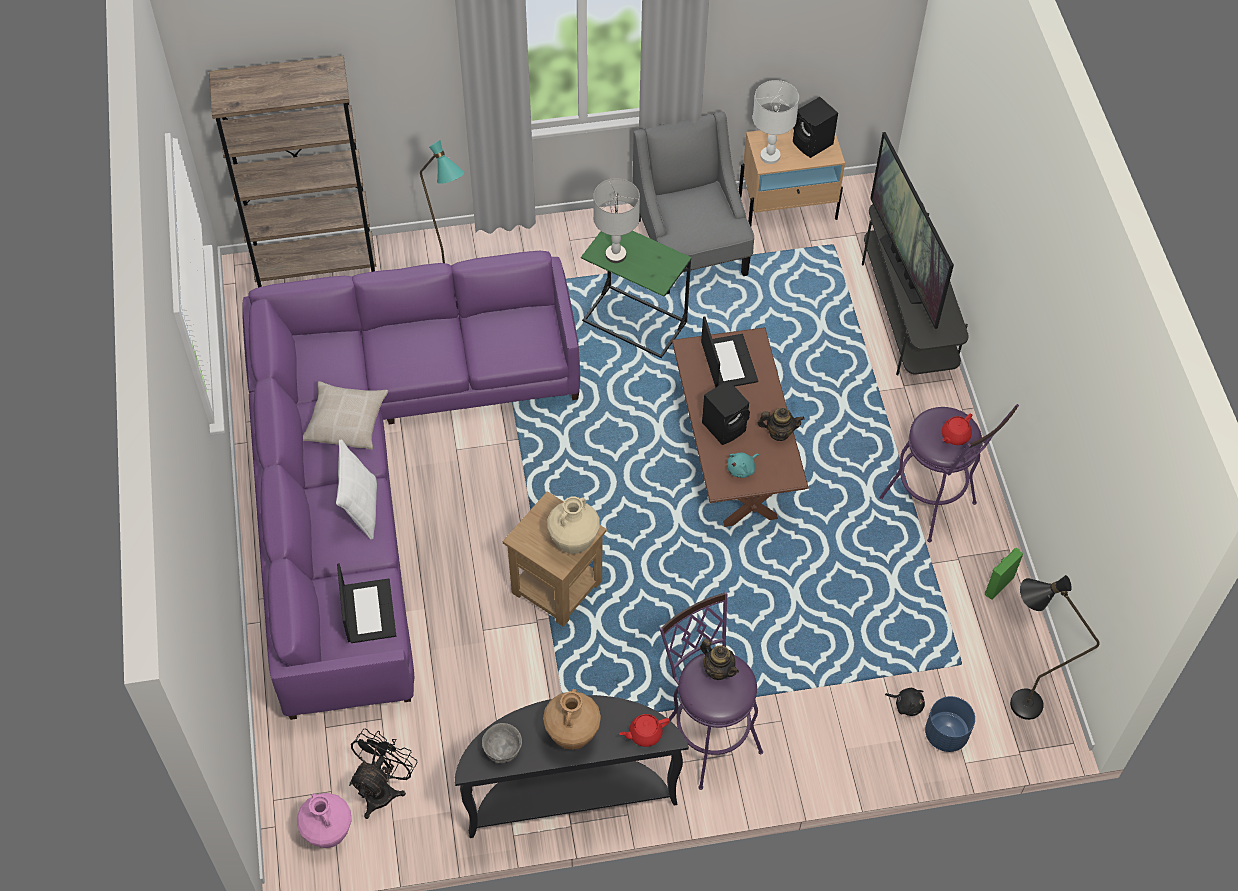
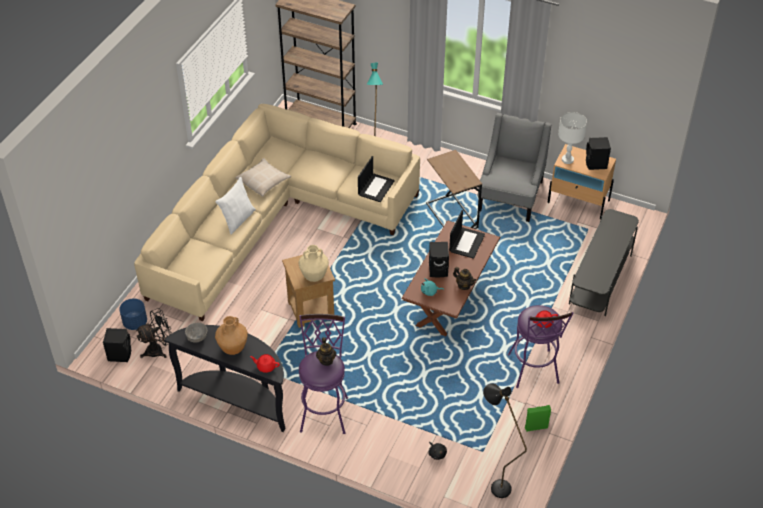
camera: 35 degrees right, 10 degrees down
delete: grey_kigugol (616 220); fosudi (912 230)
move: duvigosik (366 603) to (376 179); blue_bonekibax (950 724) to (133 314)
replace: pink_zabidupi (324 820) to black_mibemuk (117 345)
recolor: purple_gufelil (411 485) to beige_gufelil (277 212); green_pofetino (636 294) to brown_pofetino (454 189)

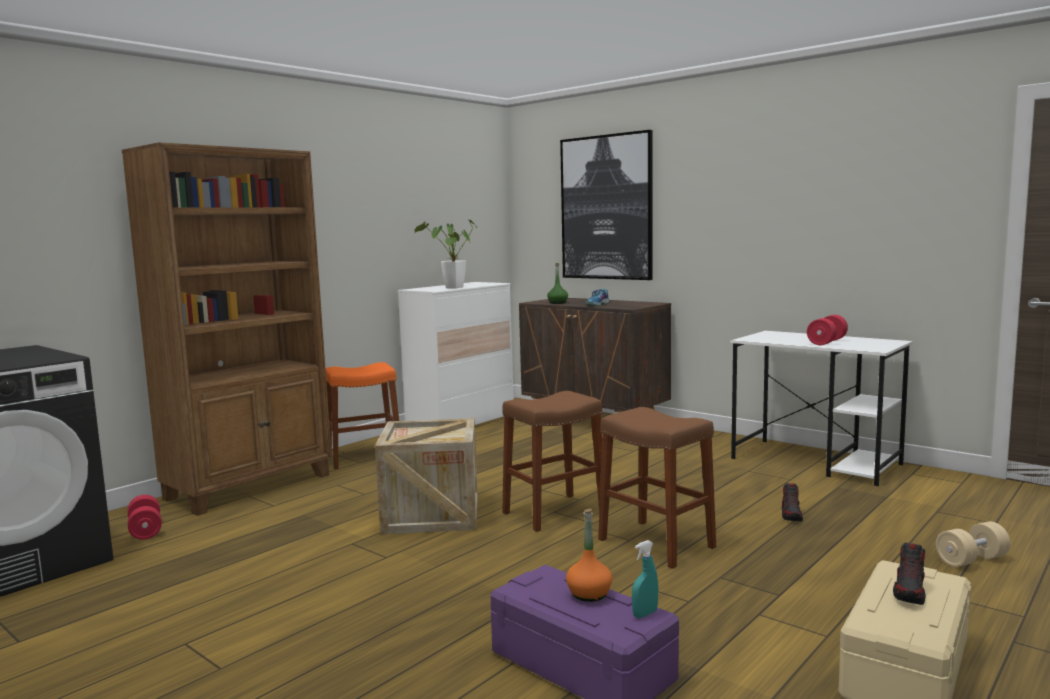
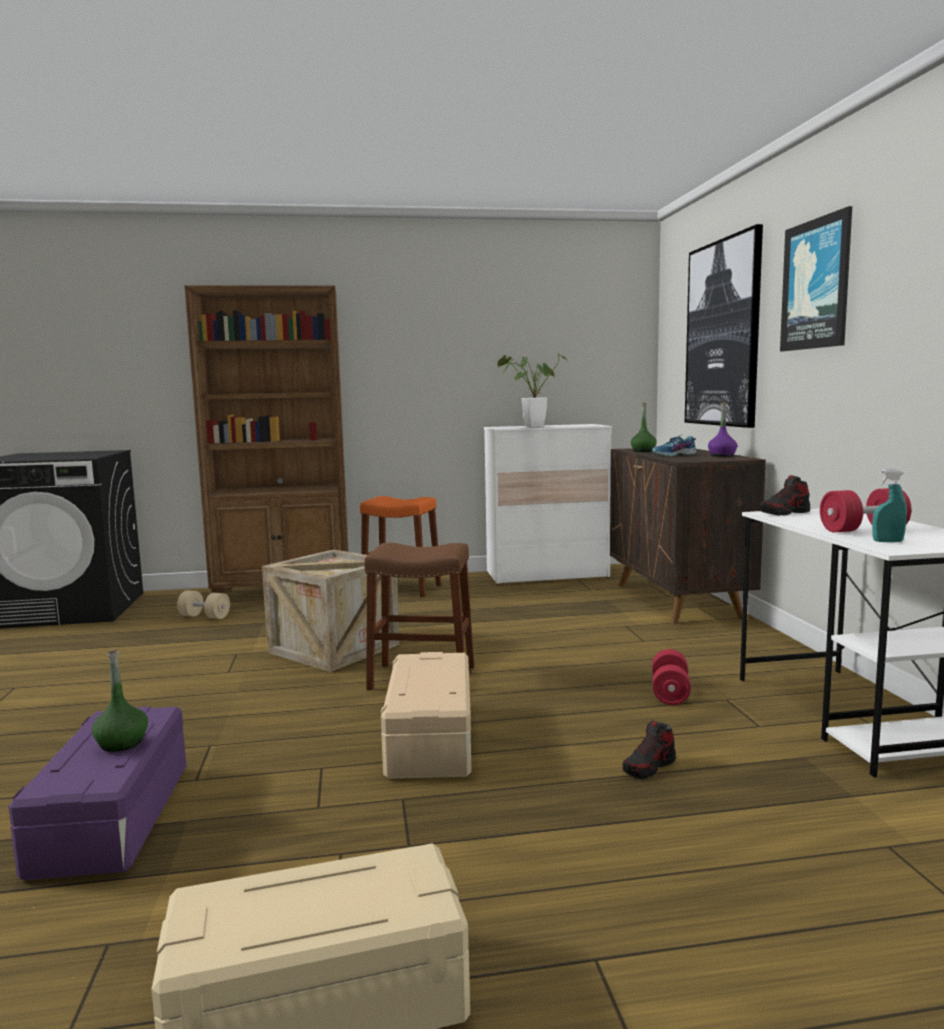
camera: 40 degrees right, 0 degrees up
insert: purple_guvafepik (722 429); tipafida (816 278)
move: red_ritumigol (145 517) to (671 677); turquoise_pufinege (645 579) to (889 505); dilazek (909 573) to (785 495); beige_ritumigol (973 544) to (203 605)
replace: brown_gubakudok (657 488) to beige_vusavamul (426 715)
recolor: orange_guvafepik (589 555) to green_guvafepik (120 700)

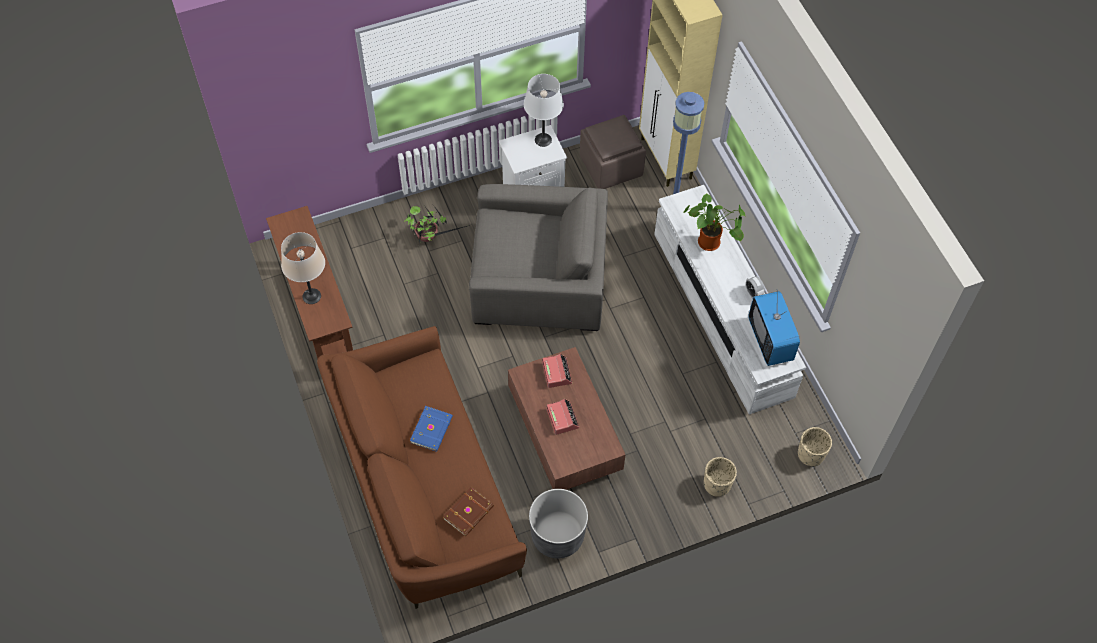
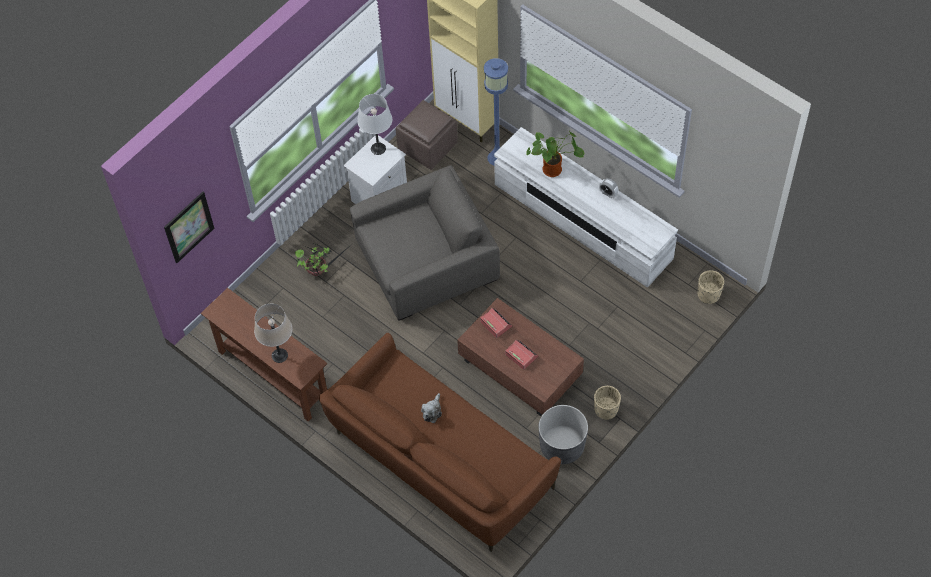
camera: 25 degrees left, 0 degrees up
delete: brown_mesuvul (468 512); fosudi (774 327)
insert: tipafida (189 227)
move: beige_bonekibax (720 477) to (607 403)
replace: blue_mesuvul (431 429) to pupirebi (431 408)

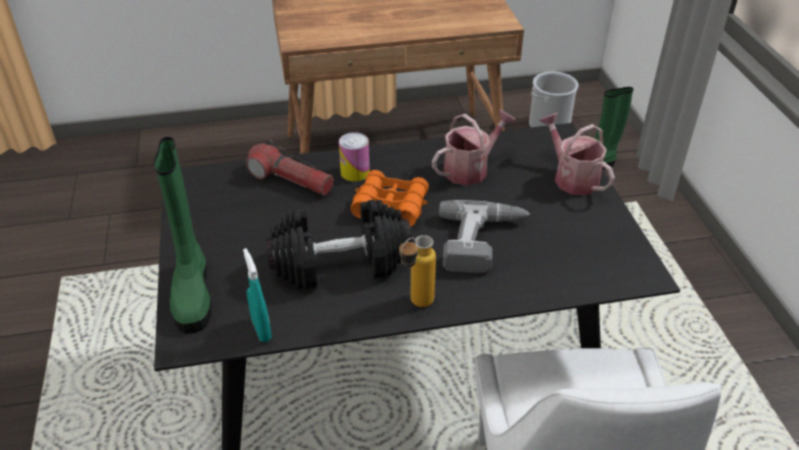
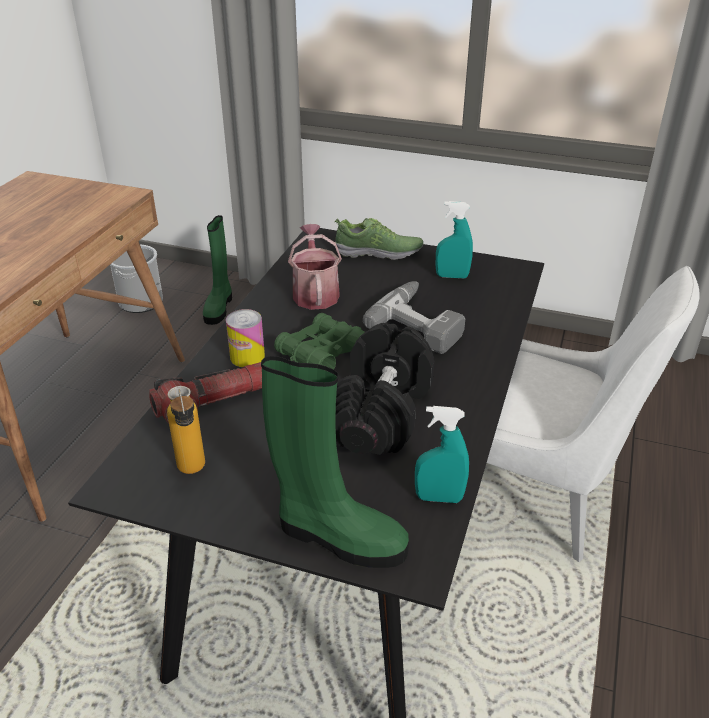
camera: 60 degrees left, 5 degrees down
insert: turquoise_pufinege (454 239)
move: guvafepik (417 271) to (186 430)
replace: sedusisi (577 154) to dilazek (379 239)
recolor: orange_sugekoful (390 198) to green_sugekoful (319 341)

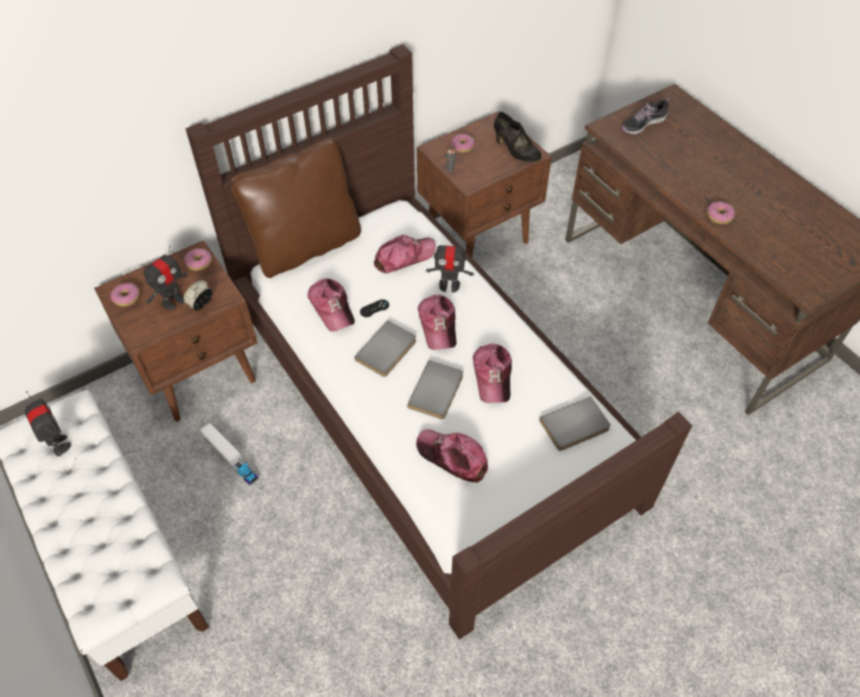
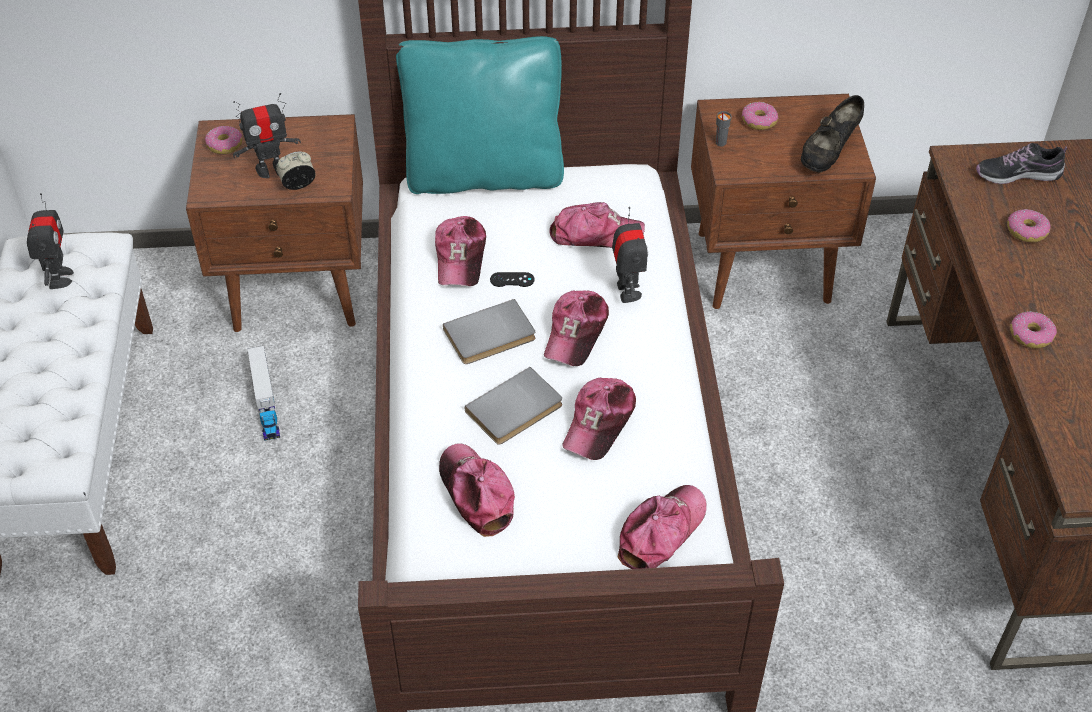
camera: 30 degrees right, 5 degrees down
move: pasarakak (198 259) to (1028 226)
replace: grey_mesuvul (575 424) to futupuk (662 527)
recolor: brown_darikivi (296 208) to turquoise_darikivi (480 115)
rotate: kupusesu (450 266) = (630 255) 135 degrees counterclockwise; black_dilazek (517 137) = (832 133) 45 degrees clockwise

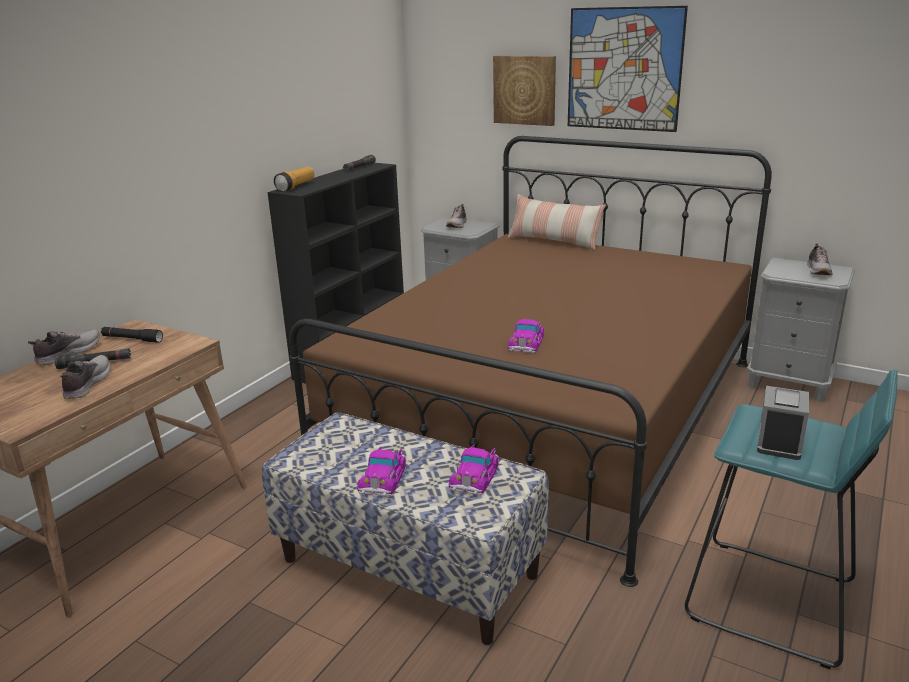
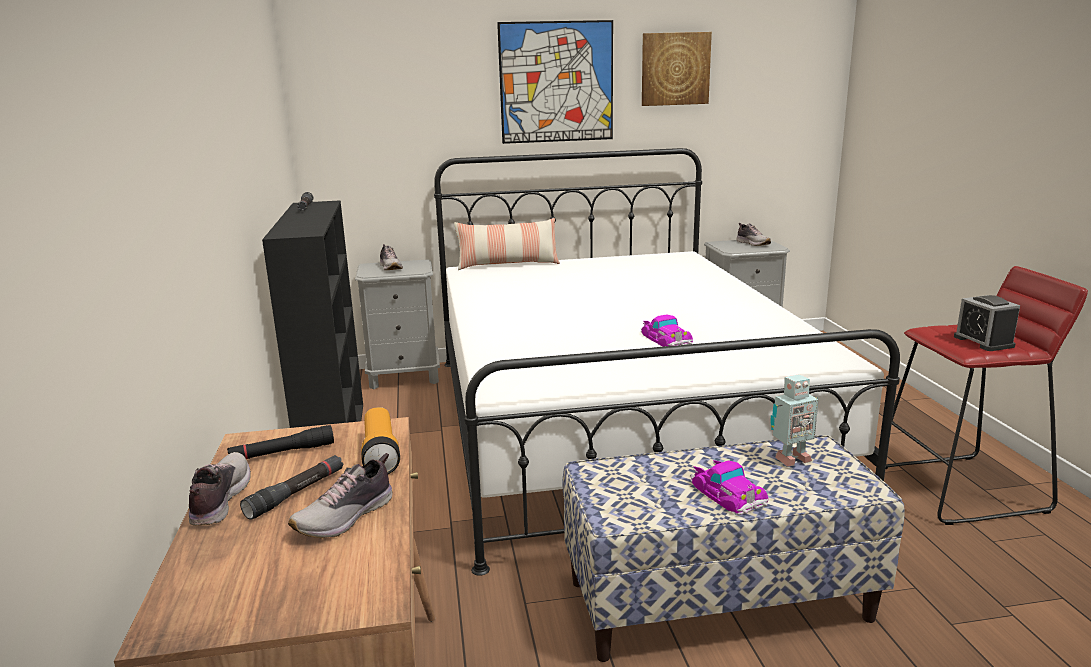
camera: 40 degrees left, 5 degrees down
move: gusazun (294 179) to (380 440); tipafida (524 90) to (677 69)
replace: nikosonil (474 469) to kupusesu (794 420)
recolor: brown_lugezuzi (530 361) to white_lugezuzi (667 362); turquoise_gubakudok (791 519) to red_gubakudok (987 395)
rotate: dilazek (85 377) = (340 495) 105 degrees counterclockwise

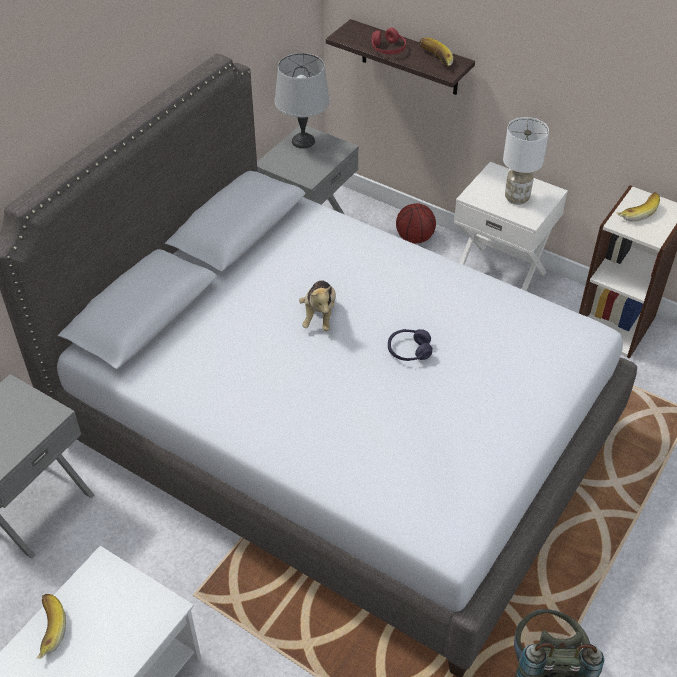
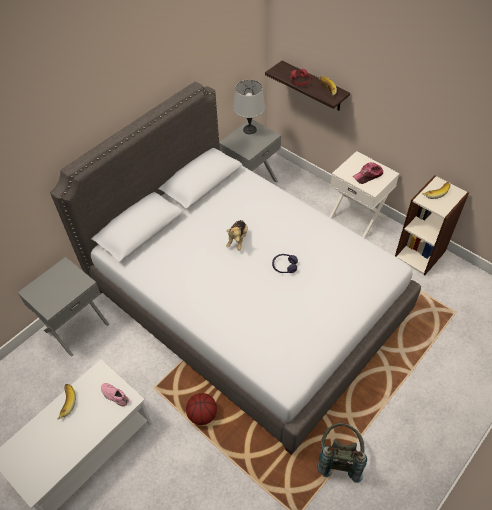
camera: 10 degrees right, 5 degrees up
insert: pink_dilazek (115 395)
move: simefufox (416 223) to (201 409)
replace: white_kigugol (526 161) to futupuk (368 173)

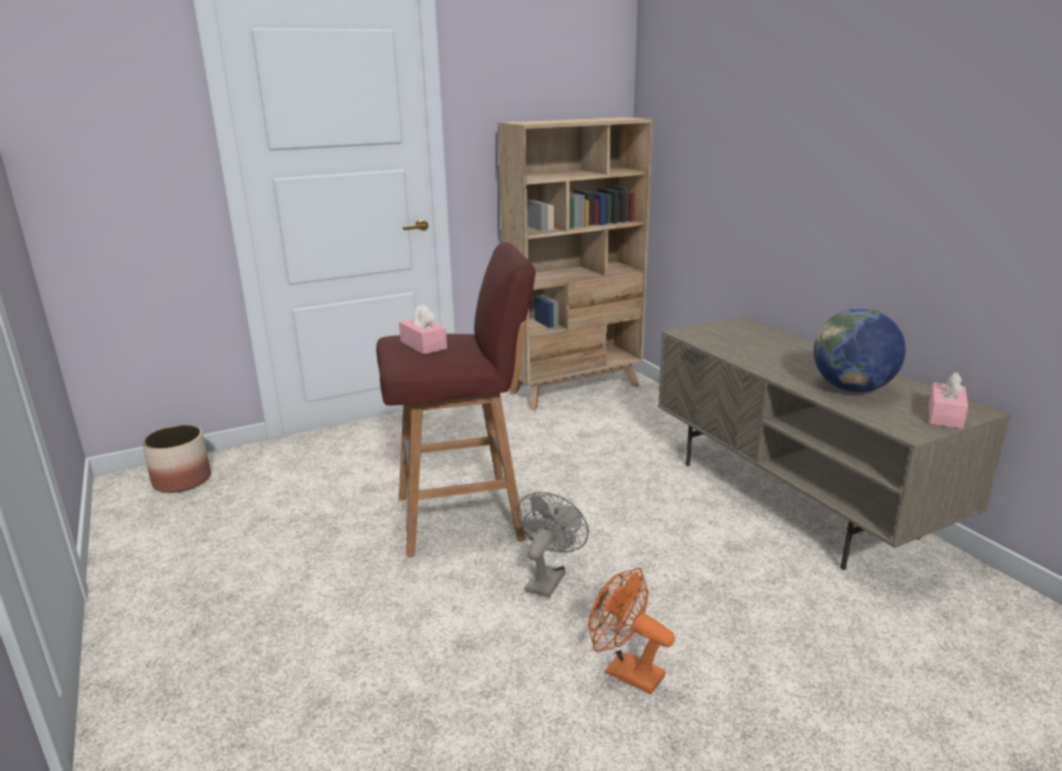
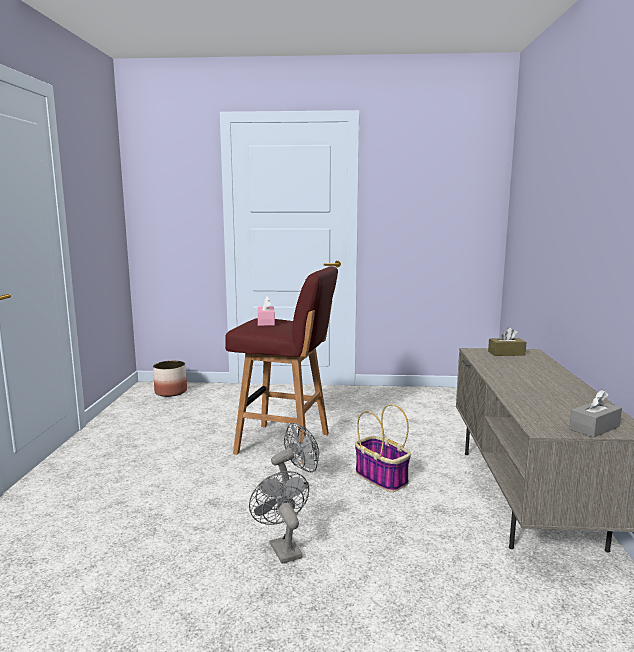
camera: 30 degrees right, 10 degrees down
delete: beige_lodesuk (575 263); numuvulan (860 350)
insert: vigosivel (383 448); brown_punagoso (507 341)
recolor: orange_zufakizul (631 631) to grey_zufakizul (279 517); pink_punagoso (948 400) to grey_punagoso (595 414)

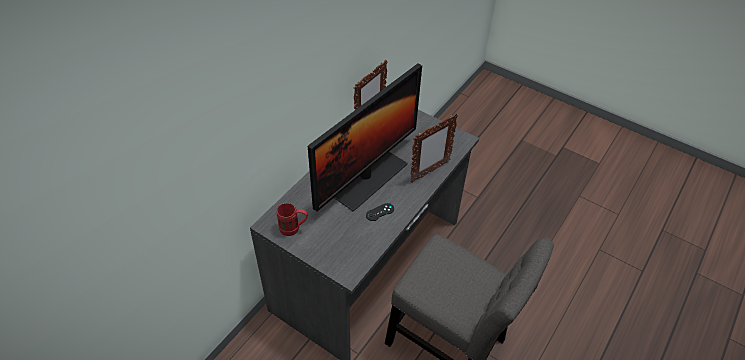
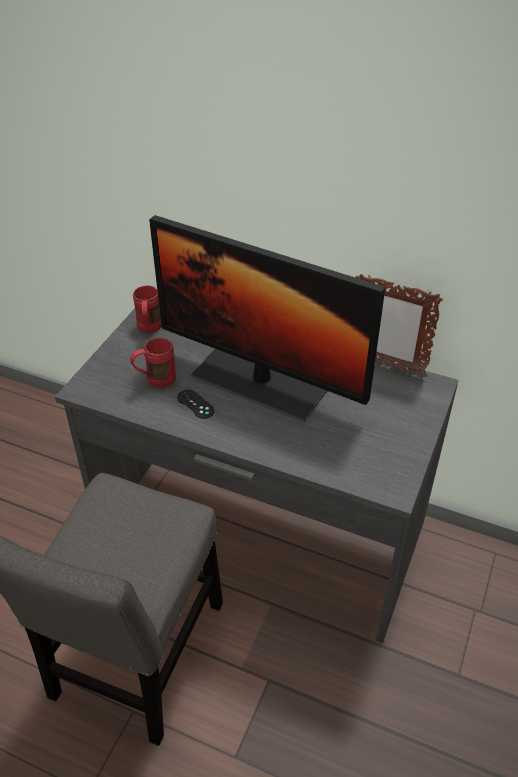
camera: 80 degrees right, 5 degrees down
delete: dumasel (434 148)
insert: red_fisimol (153 363)

